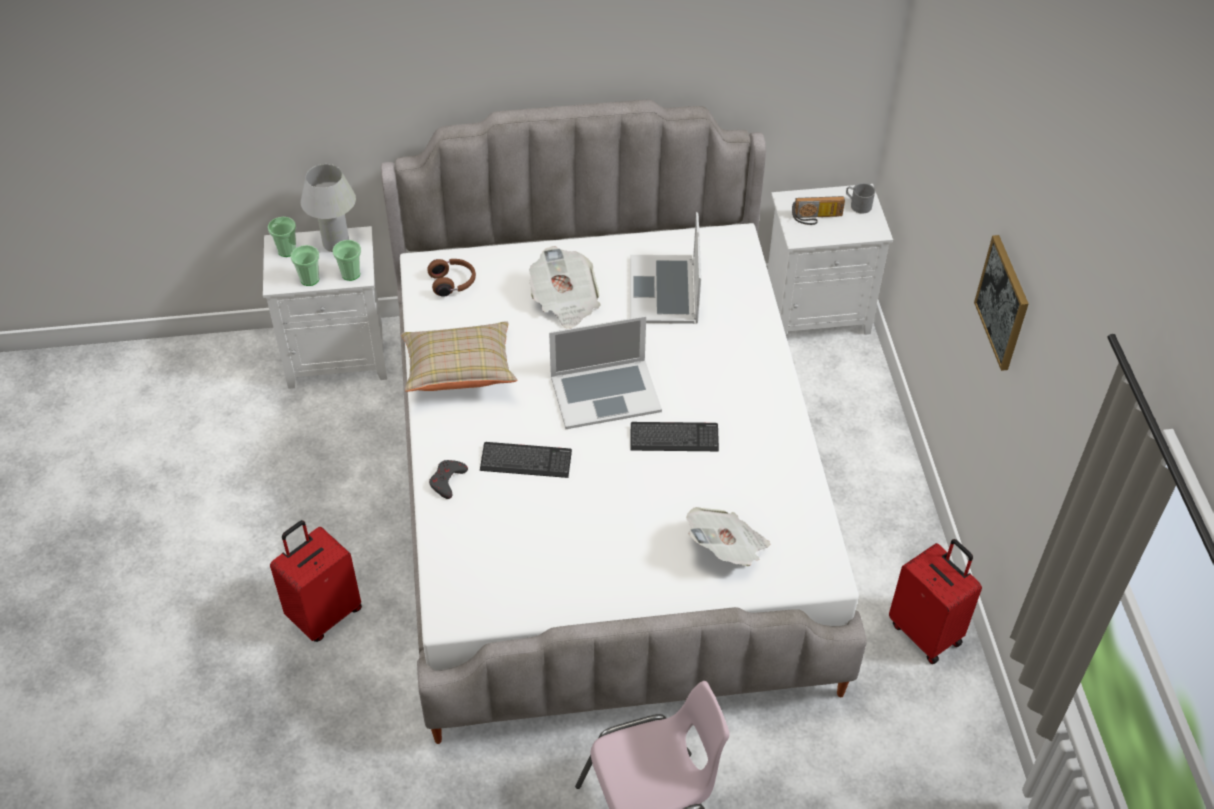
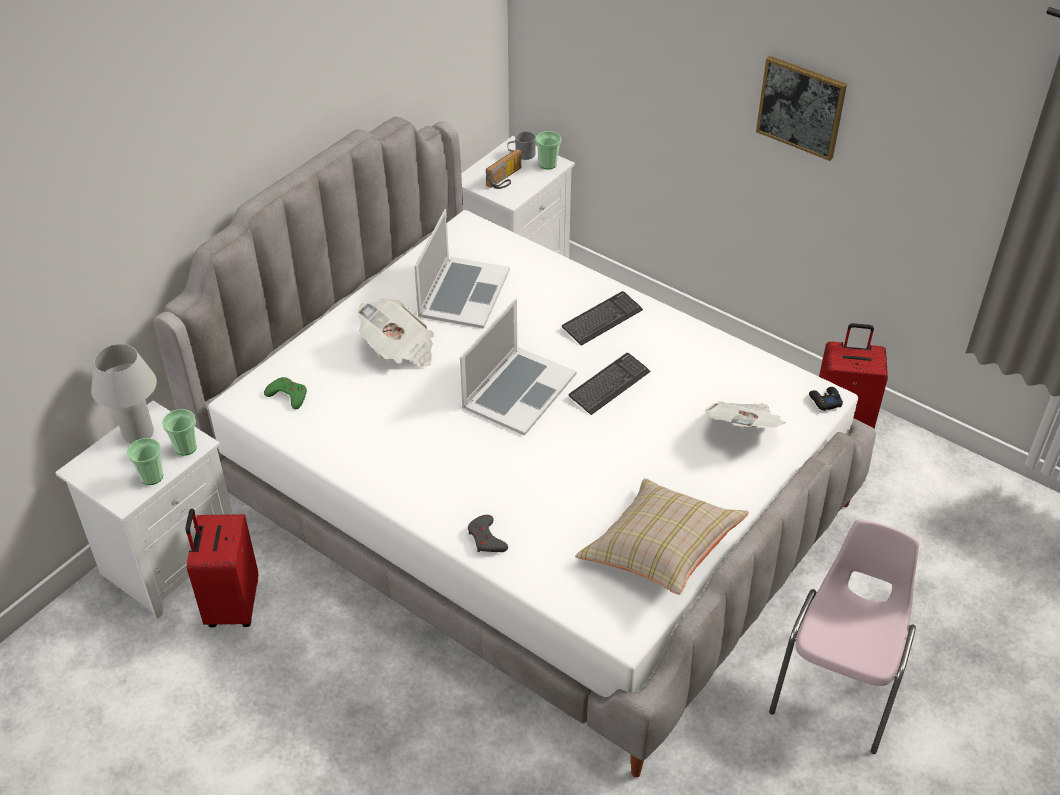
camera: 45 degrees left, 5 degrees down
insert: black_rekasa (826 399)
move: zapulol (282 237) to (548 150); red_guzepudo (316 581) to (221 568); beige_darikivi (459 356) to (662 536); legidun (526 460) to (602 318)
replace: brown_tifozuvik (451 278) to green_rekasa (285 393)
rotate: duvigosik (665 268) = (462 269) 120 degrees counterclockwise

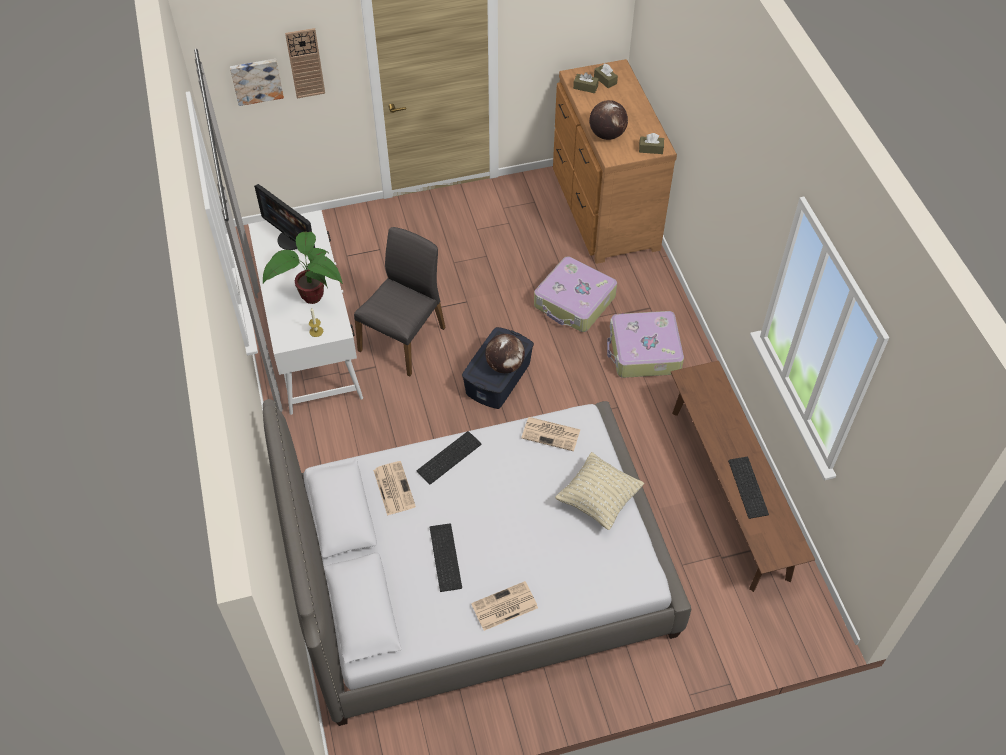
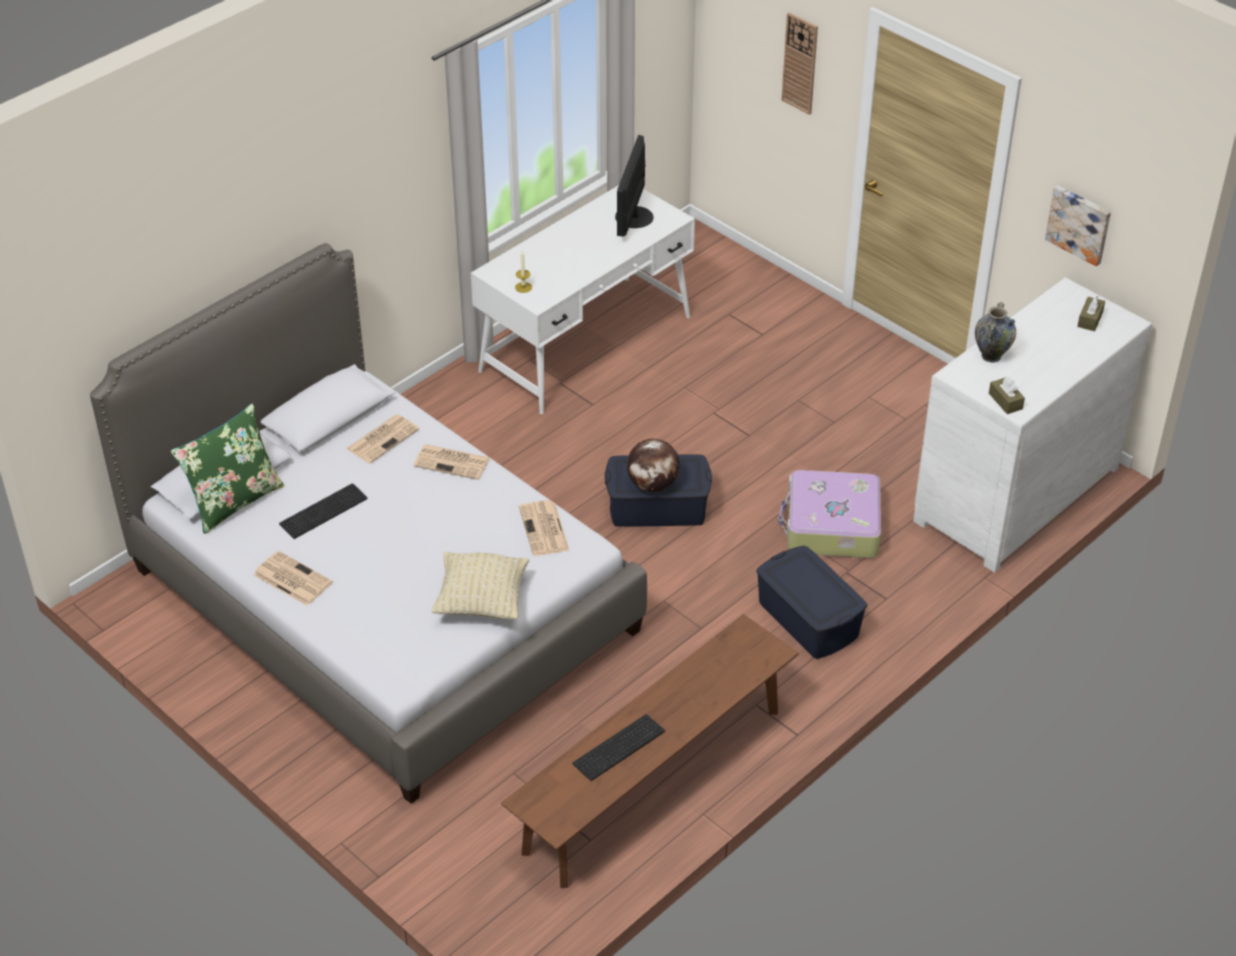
camera: 60 degrees right, 10 degrees down
delete: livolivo (303 268); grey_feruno (400 301); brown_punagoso (586 82)
insert: green_darikivi (227 468)
move: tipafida (257 82) to (1078 226)
replace: legidun (449 457) to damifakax (452 462); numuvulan (608 120) to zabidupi (995 332); guzepudo (645 344) to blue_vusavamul (811 602)
recolor: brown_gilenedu (615 161) to white_gilenedu (1032 425)

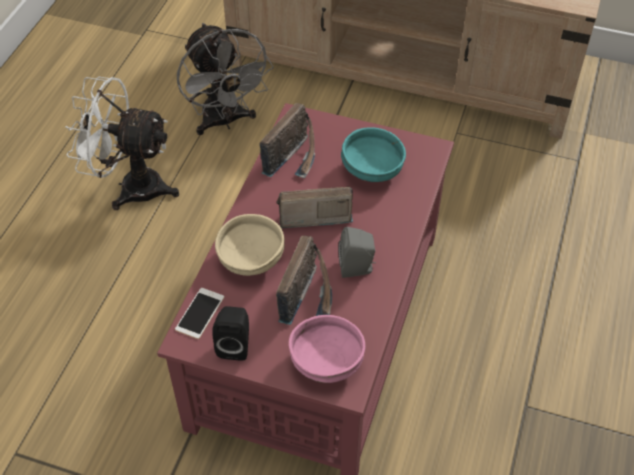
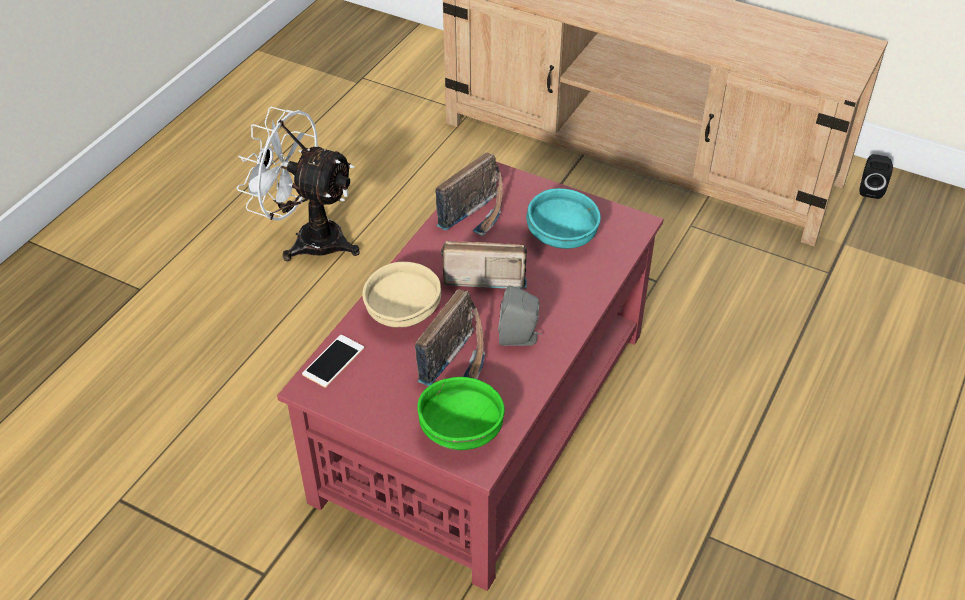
camera: 10 degrees right, 5 degrees down
delete: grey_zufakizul (225 79)
move: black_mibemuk (231 333) to (876 176)
recolor: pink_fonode (327 349) to green_fonode (461 413)

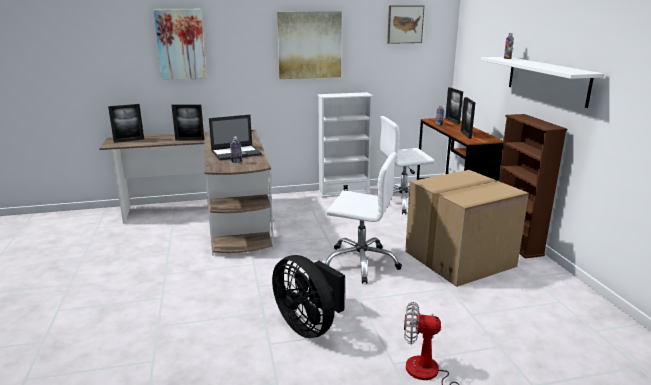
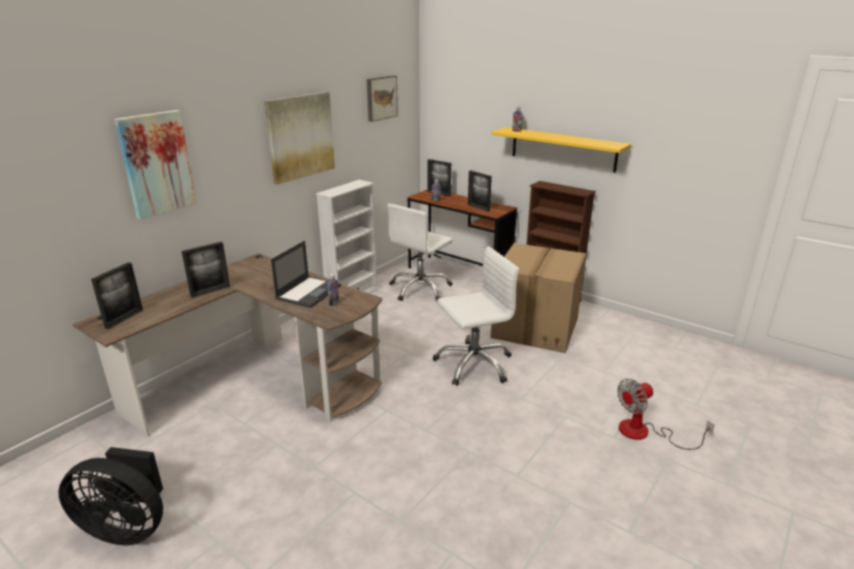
camera: 40 degrees left, 5 degrees up
move: black_zufakizul (308 296) to (110 496)
recolor: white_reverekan (542 82) to yellow_reverekan (561 150)

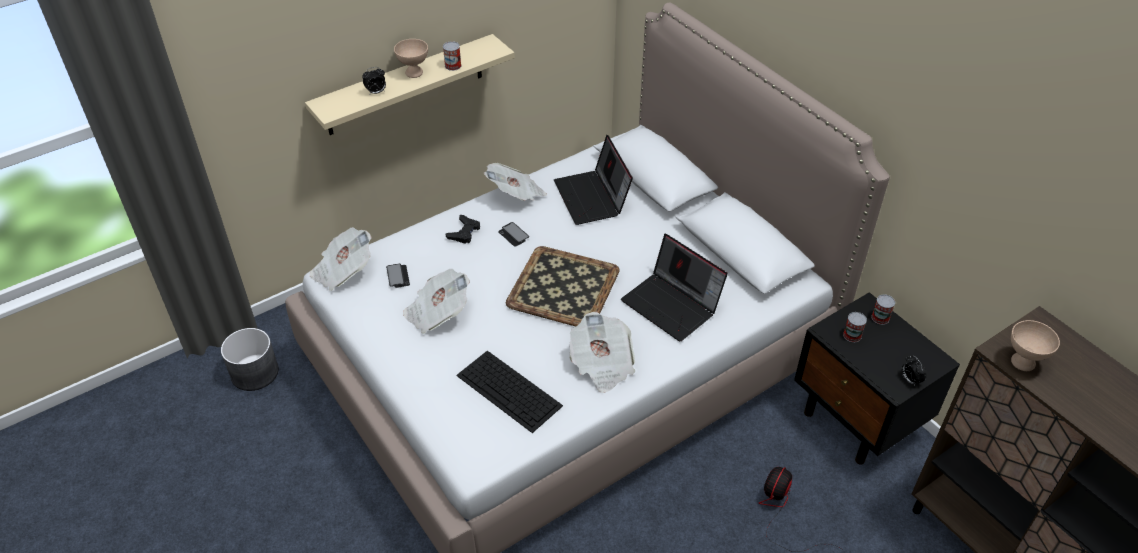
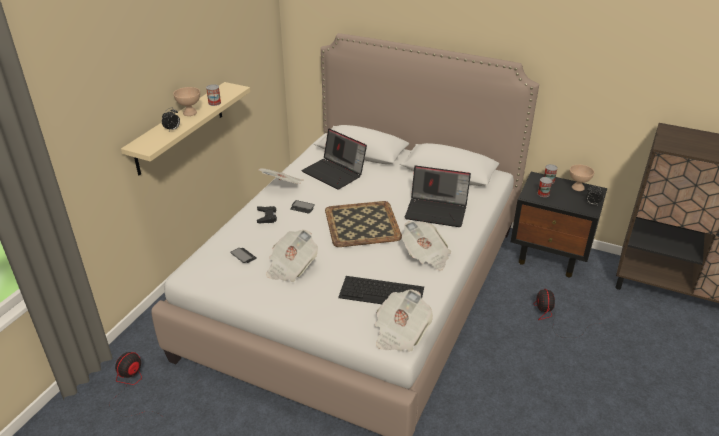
camera: 30 degrees left, 10 degrees down
move: damifakax (341 259) to (404 320); beige_fonode (1035 345) to (582 178)
replace: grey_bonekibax (250 359) to zufakizul (136 384)

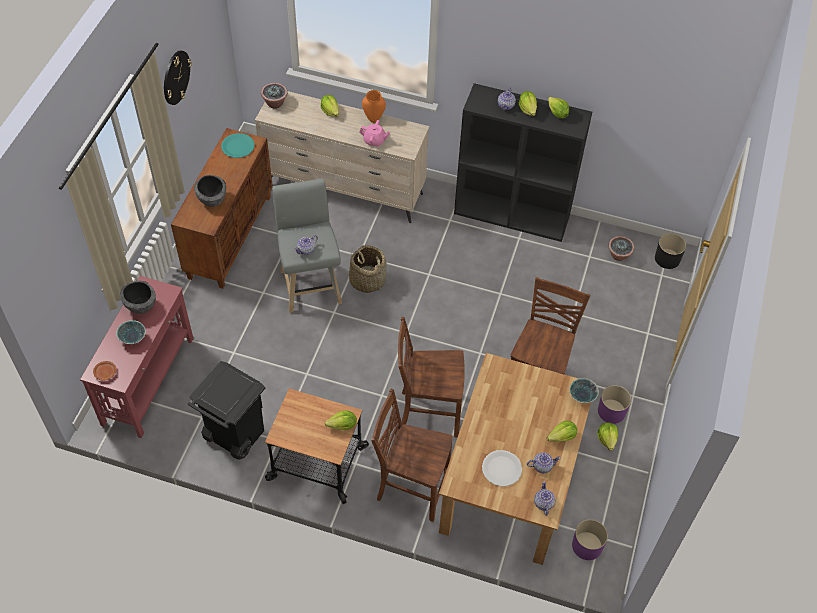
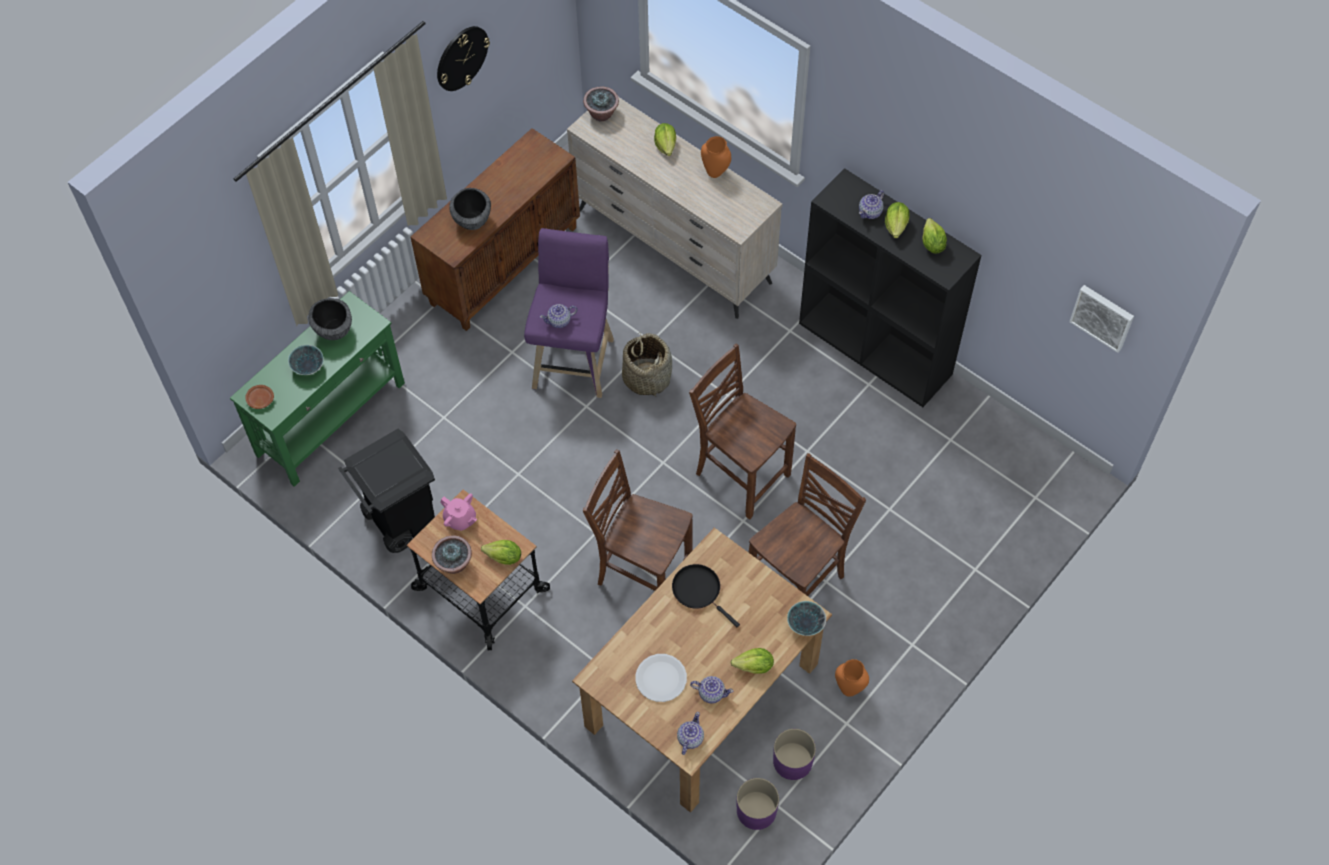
camera: 25 degrees right, 5 degrees up
delete: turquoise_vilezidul (238 145); black_bonekibax (670 251)
insert: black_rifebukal (706 595); tipafida (1101 319)
move: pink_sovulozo (374 133) to (458 512); brown_feruno (412 455) to (742 431); purple_bonekibax (614 404) to (794 754); livolivo (621 248) to (452 554)
replace: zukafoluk (607 436) to orange_zabidupi (852 678)
recolor: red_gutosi (137 357) to green_gutosi (317 389); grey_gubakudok (307 245) to purple_gubakudok (569 313)

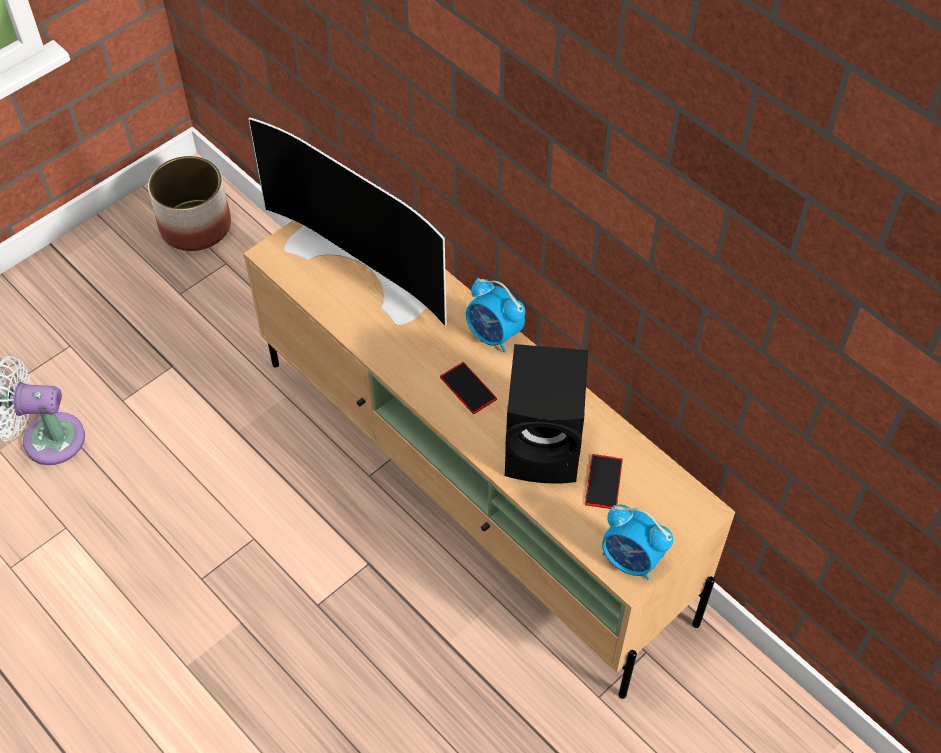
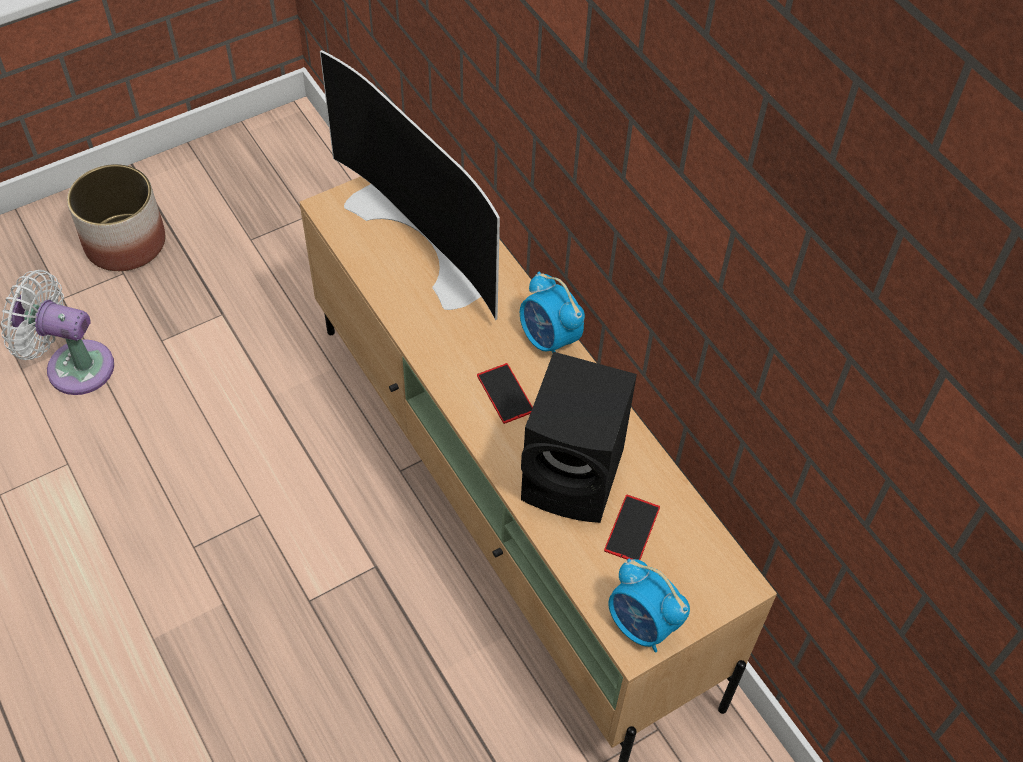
camera: 10 degrees right, 0 degrees up
move: bonekibax (189 203) to (116 217)

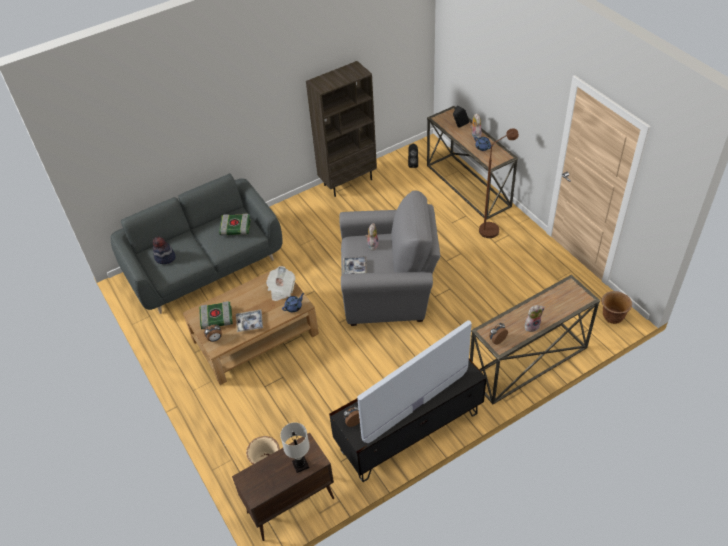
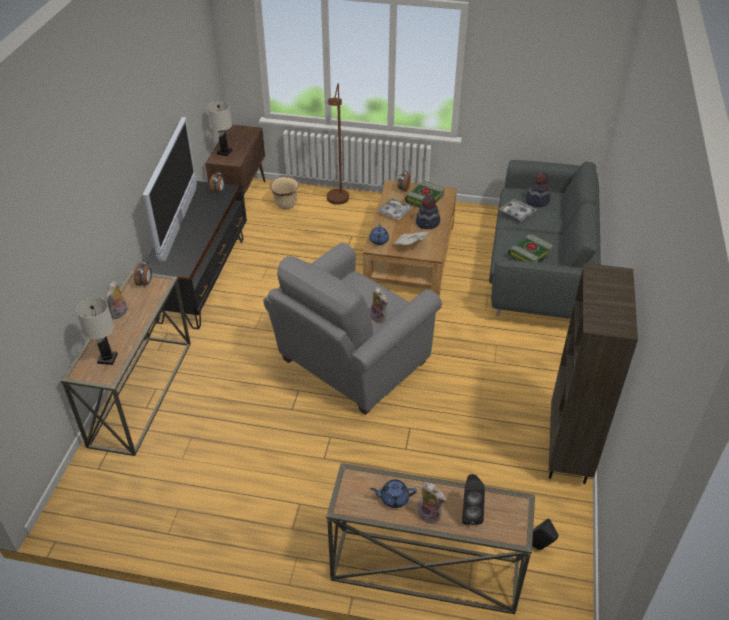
camera: 130 degrees right, 5 degrees down
delete: brown_bonekibax (616 307)
insert: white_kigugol (97 331); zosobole (428 212)
move: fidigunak (355 265) to (518 210); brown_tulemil (499 183) to (338 144)

